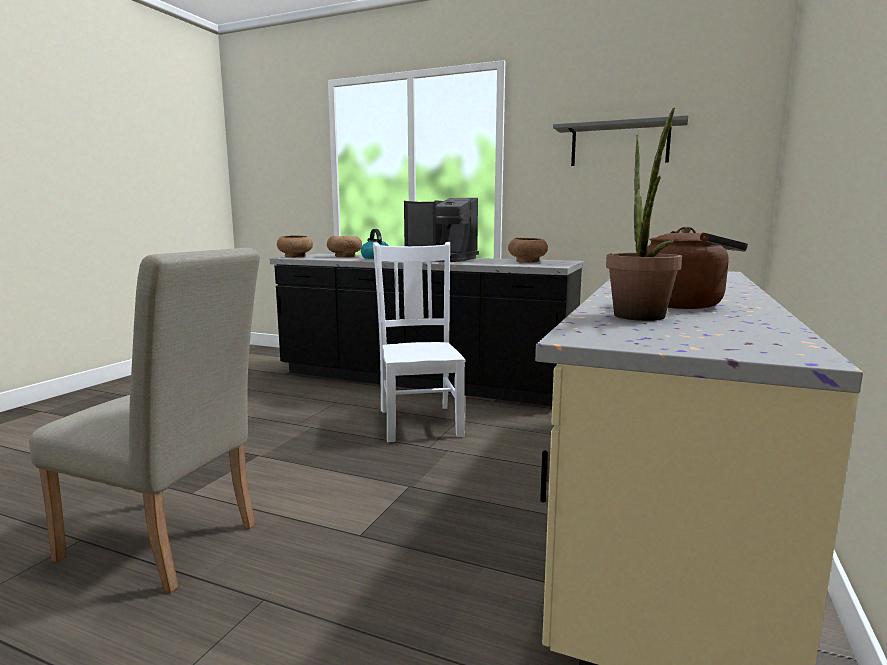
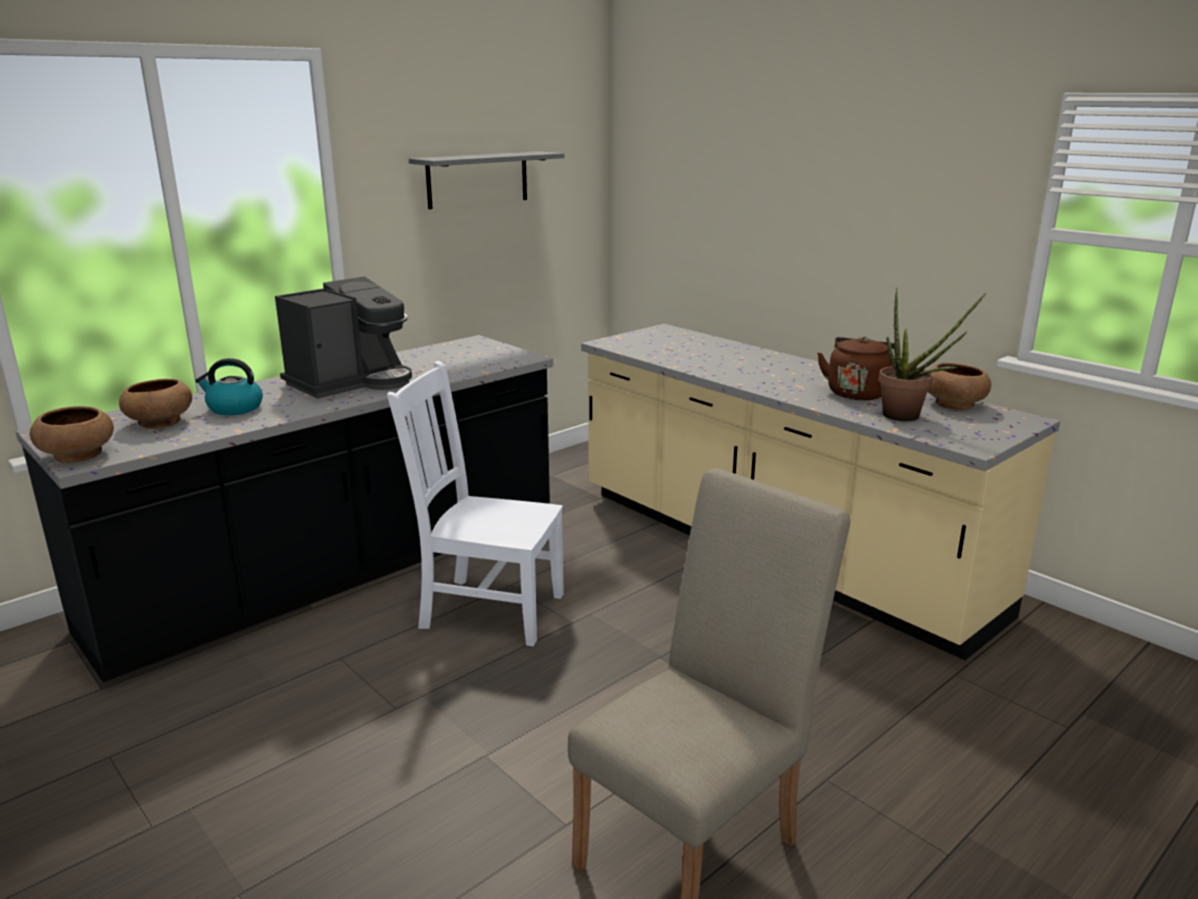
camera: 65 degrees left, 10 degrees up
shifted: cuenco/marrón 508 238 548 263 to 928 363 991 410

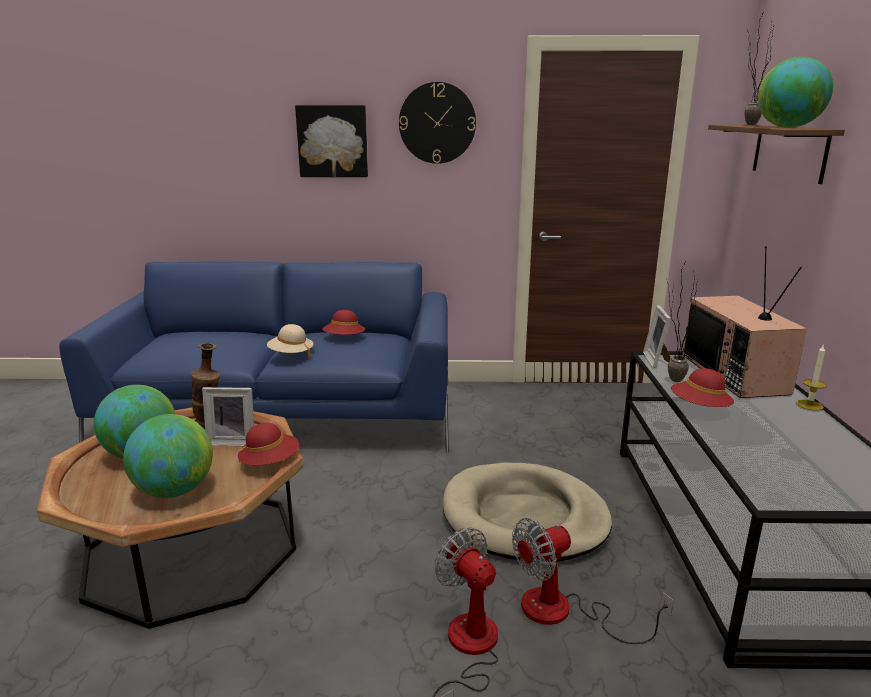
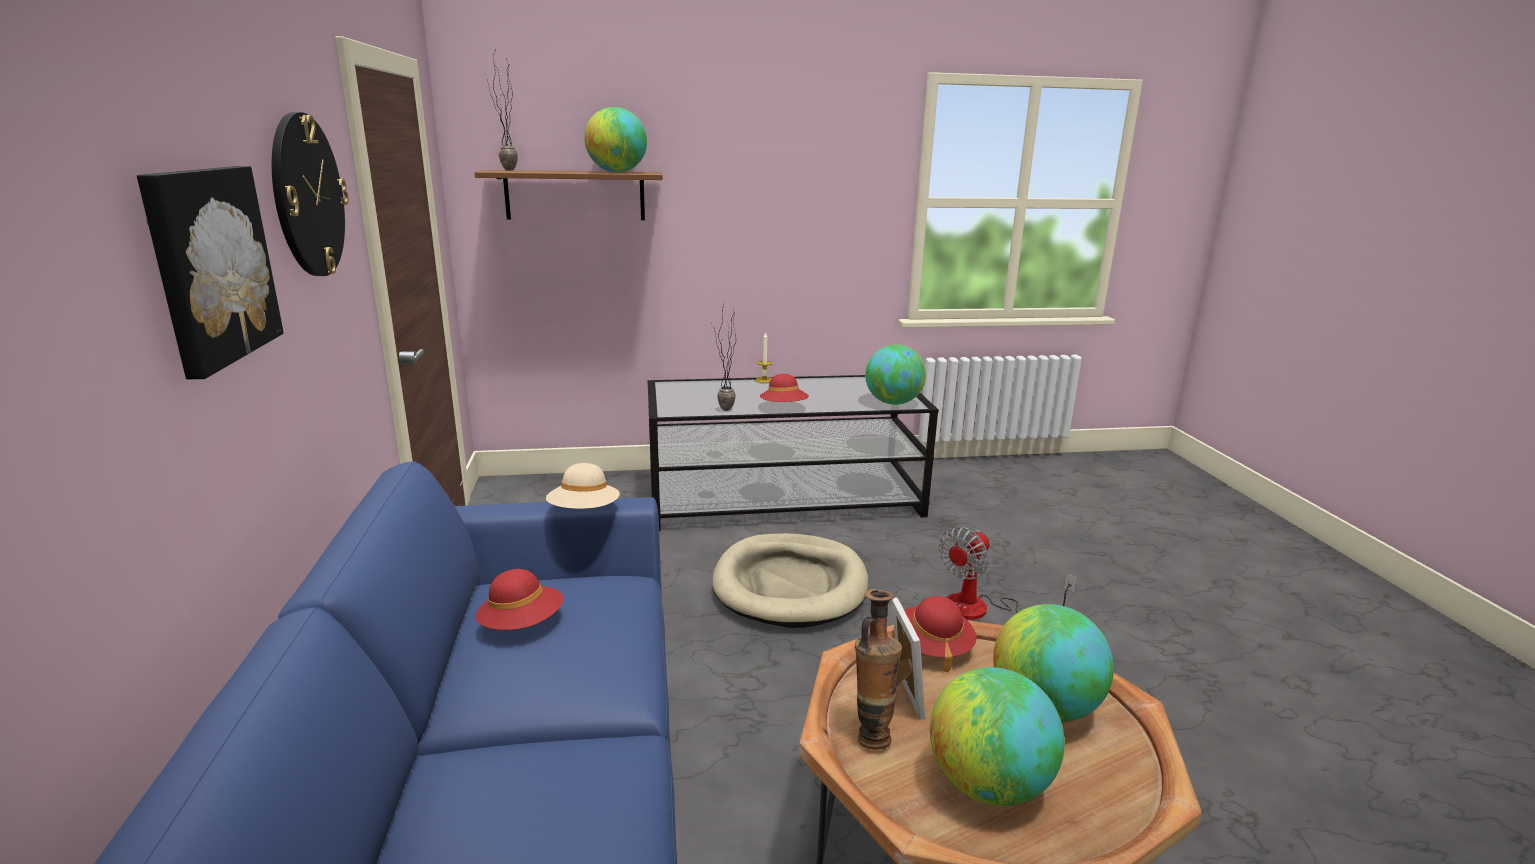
camera: 100 degrees left, 0 degrees up
gone: televisor 683 246 807 398; portarretratos 643 305 671 368; ventilador 512 518 674 644
new: globo terráqueo 865 344 926 405
shifted: sombrero/beis 267 324 314 358 to 546 463 620 509

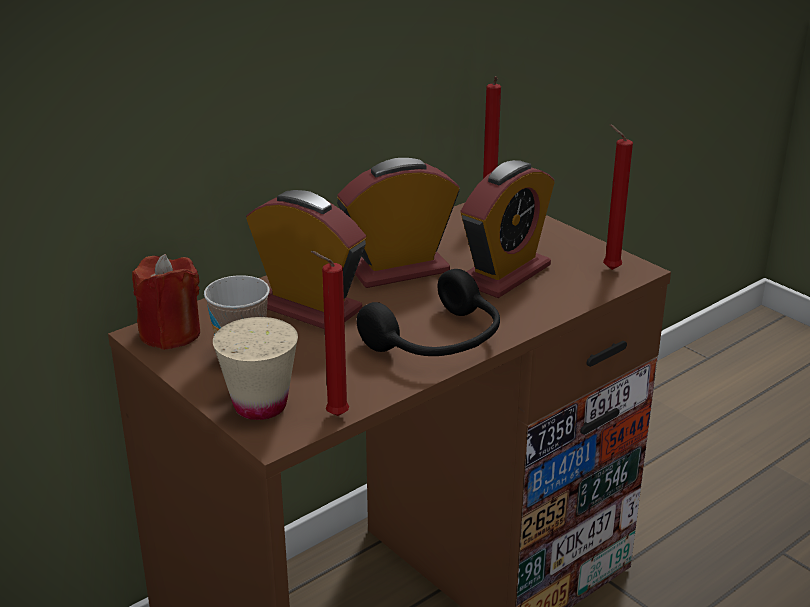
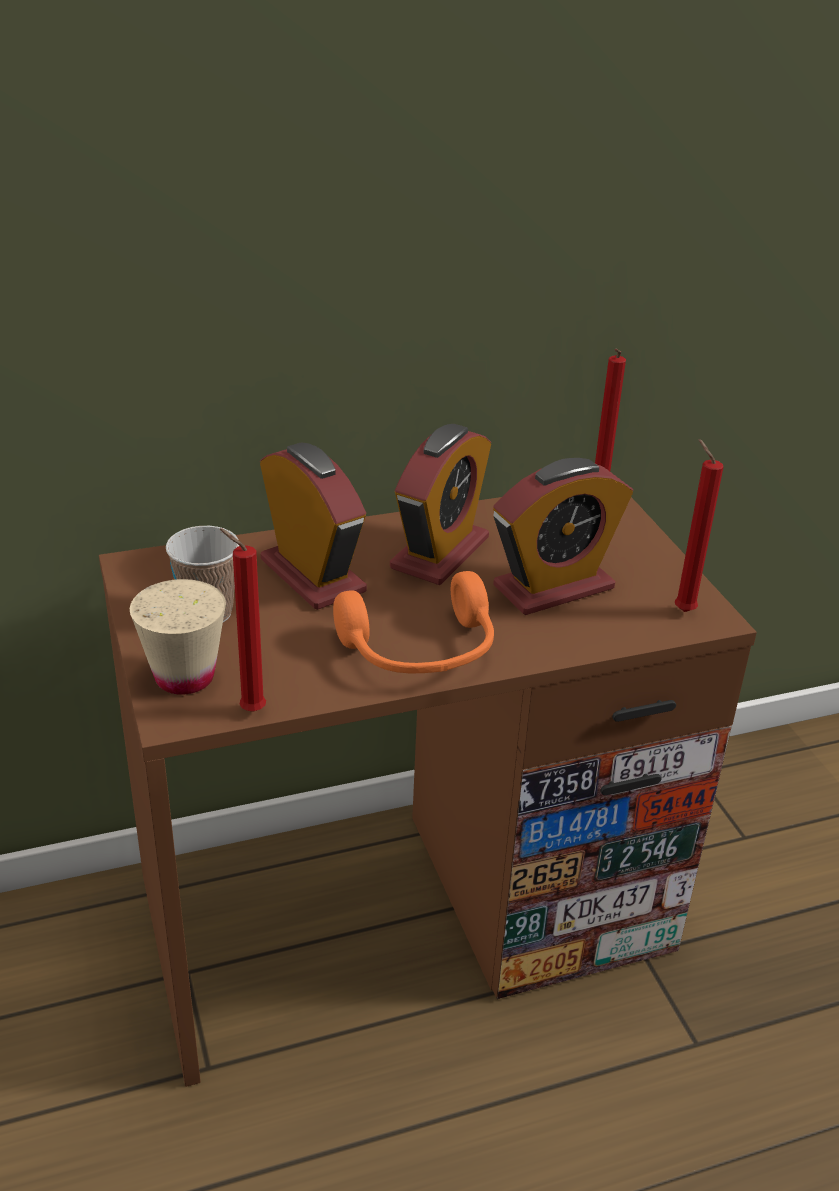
camera: 20 degrees right, 5 degrees up
gone: vela/rojo 132 254 200 350
repainted: auriculares/negro 357 269 500 356 to auriculares/naranja 333 571 494 673
rotated: despertador 337 158 460 288 = 390 424 491 585 120 degrees clockwise

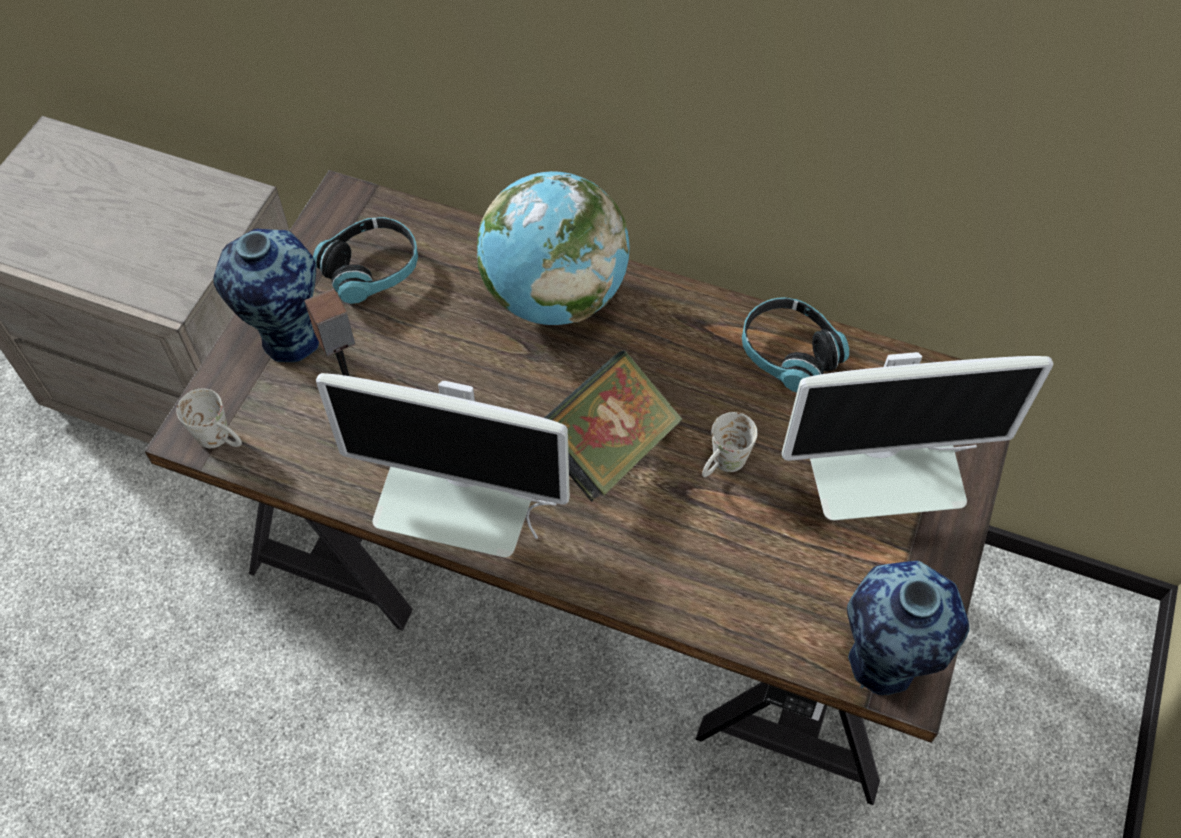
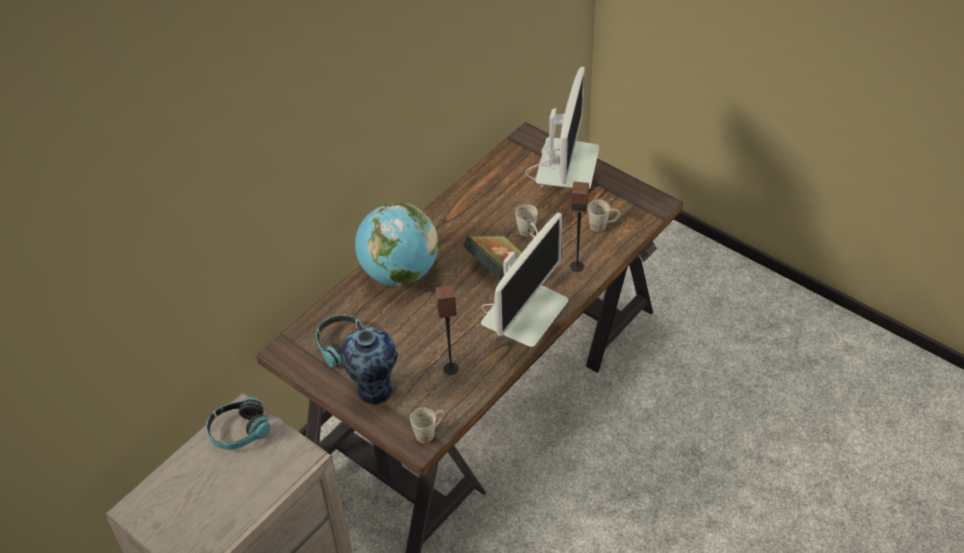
camera: 70 degrees left, 10 degrees down
gone: florero 847 561 969 695
new: altavoz 570 181 589 272; taza grande/blanco 588 200 621 232
shifted: auriculares 742 297 849 392 to 206 397 271 450

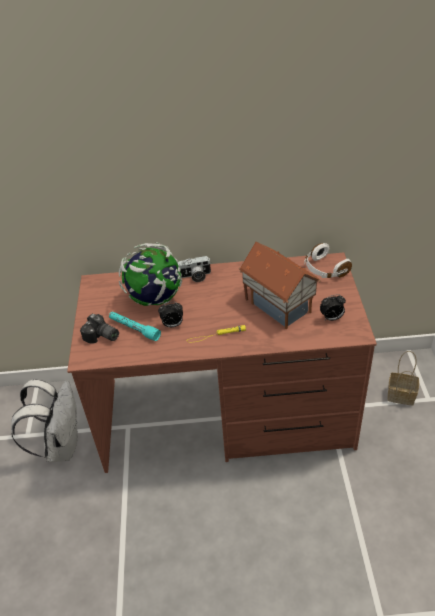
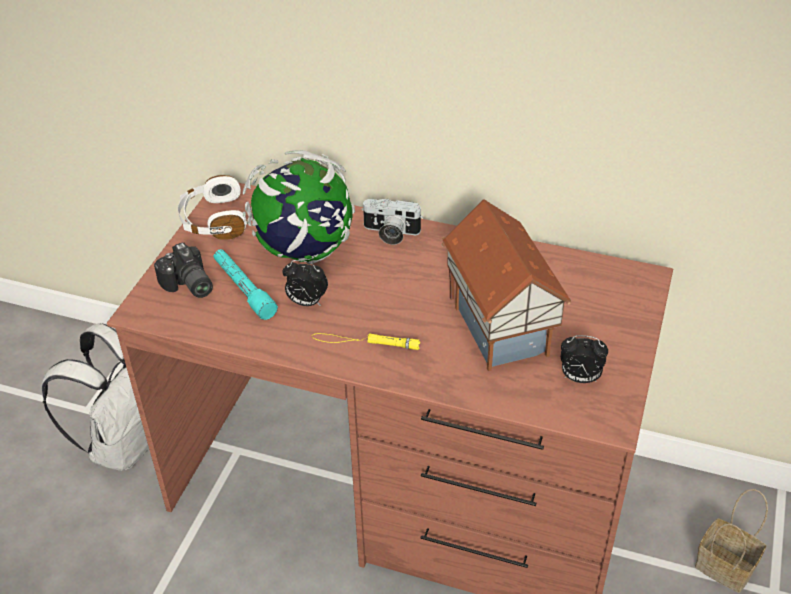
camera: 20 degrees right, 0 degrees up
shifted: auriculares/blanco 304 243 352 278 to 178 175 246 240

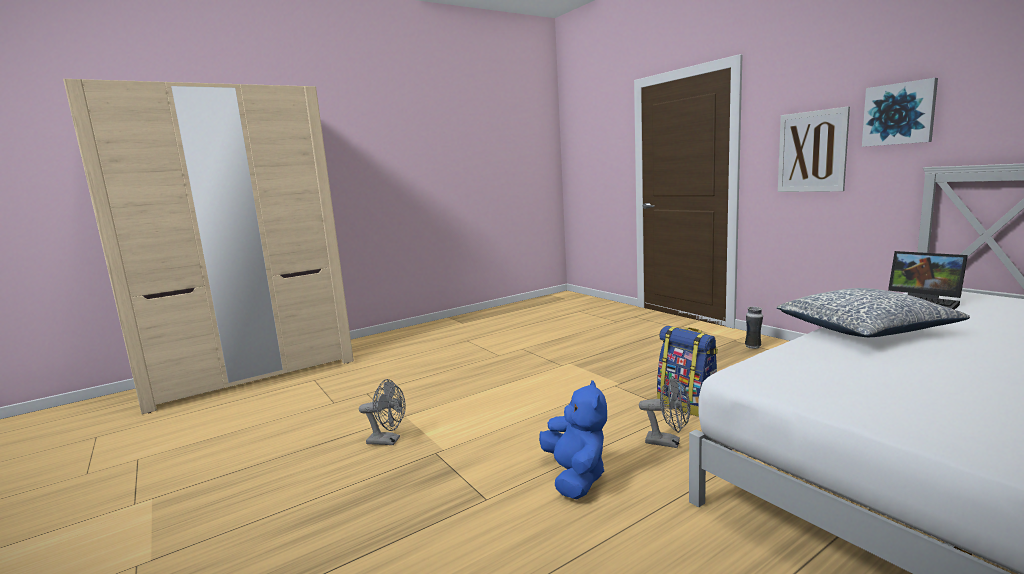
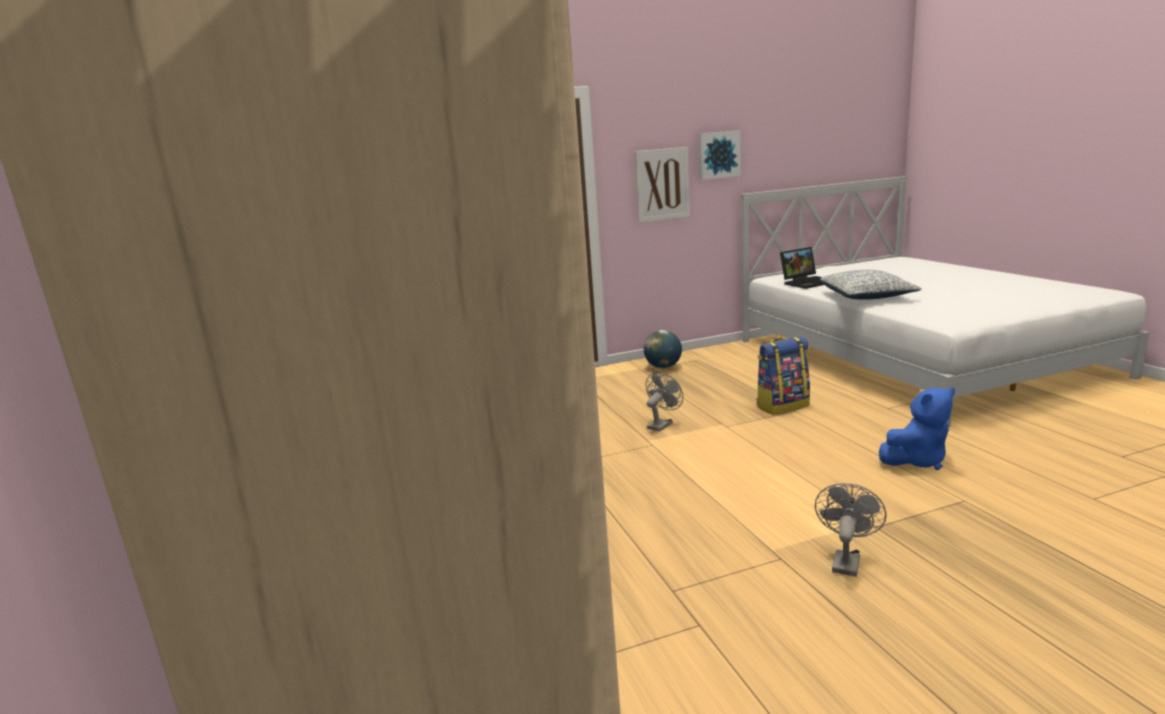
camera: 75 degrees left, 5 degrees up
shifted: ventilador/gris 639 376 690 448 to 645 372 683 432
swapped: florero 745 306 763 349 to globo terráqueo 644 330 682 368
rotated: peluche/azul 539 380 607 499 = 879 388 955 470 150 degrees clockwise

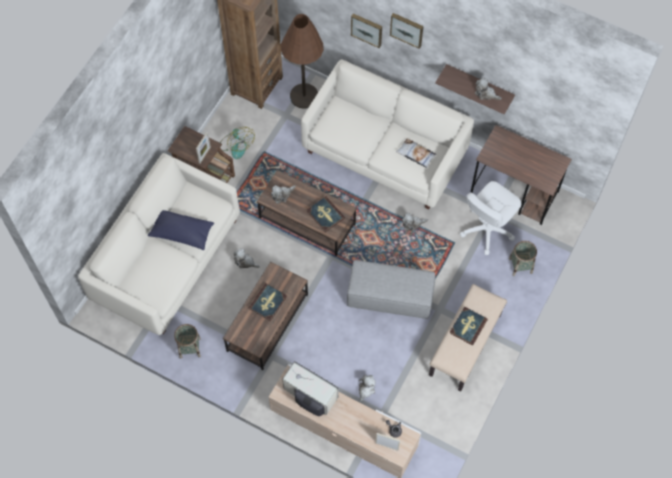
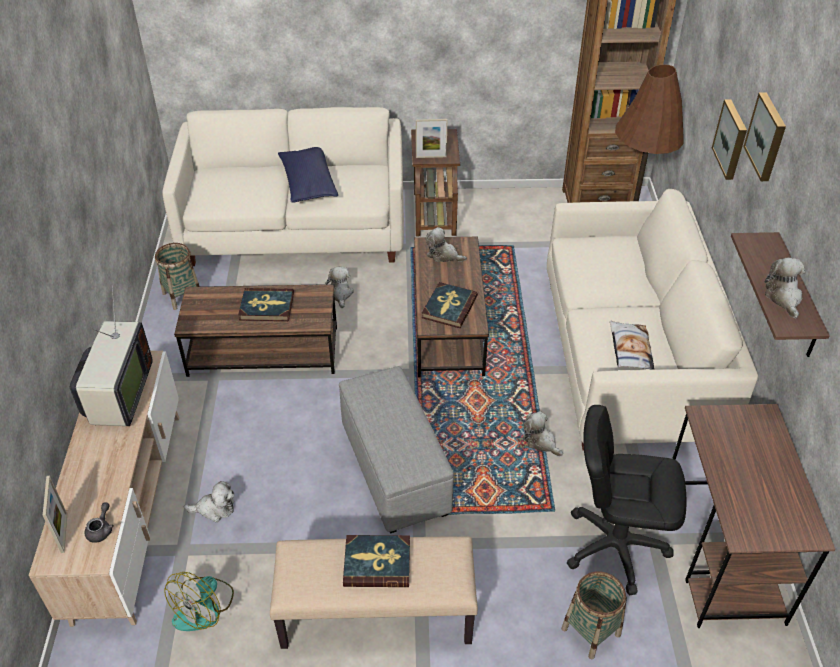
camera: 60 degrees right, 20 degrees down
shifted: ventilador 220 127 255 159 to 164 572 234 631
repainted: silla de oficina/blanco 460 181 521 255 to silla de oficina/negro 567 405 686 595

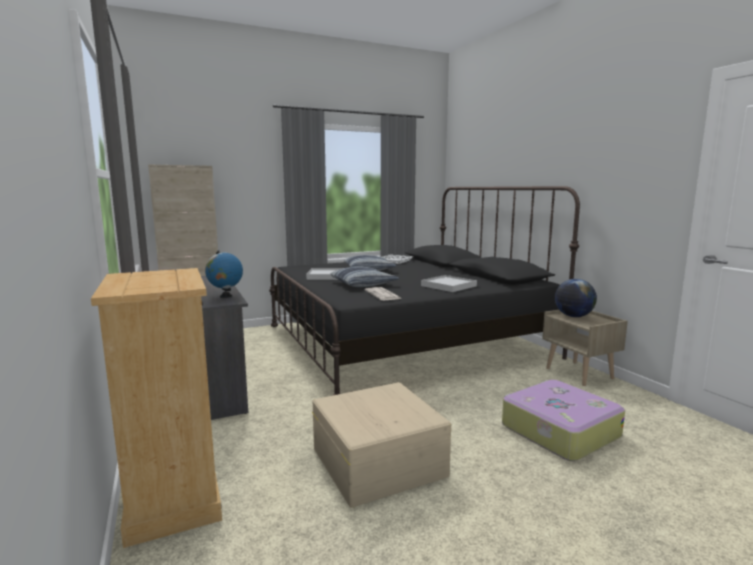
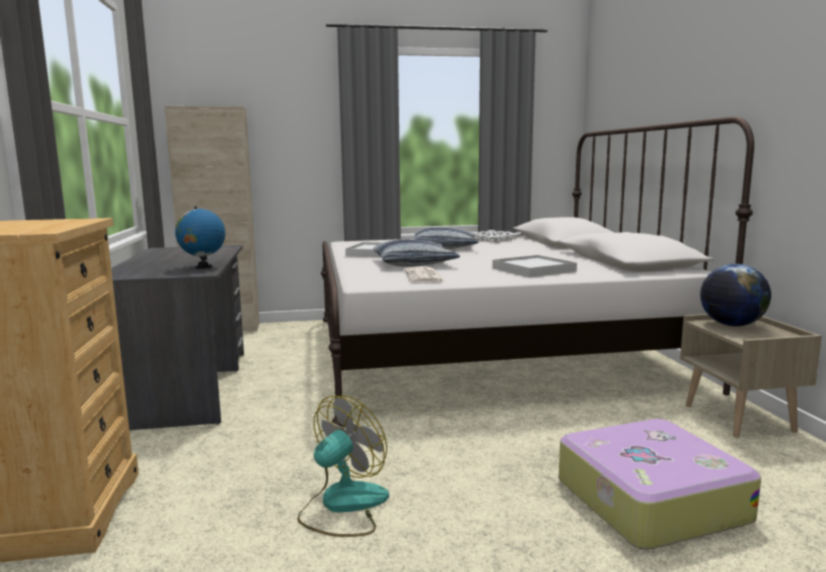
camera: 15 degrees right, 0 degrees up
swapped: caja de almacenaje/beis 312 382 451 508 to ventilador 297 396 389 537
repainted: cama/negro 269 186 580 395 to cama/blanco 321 116 754 427

